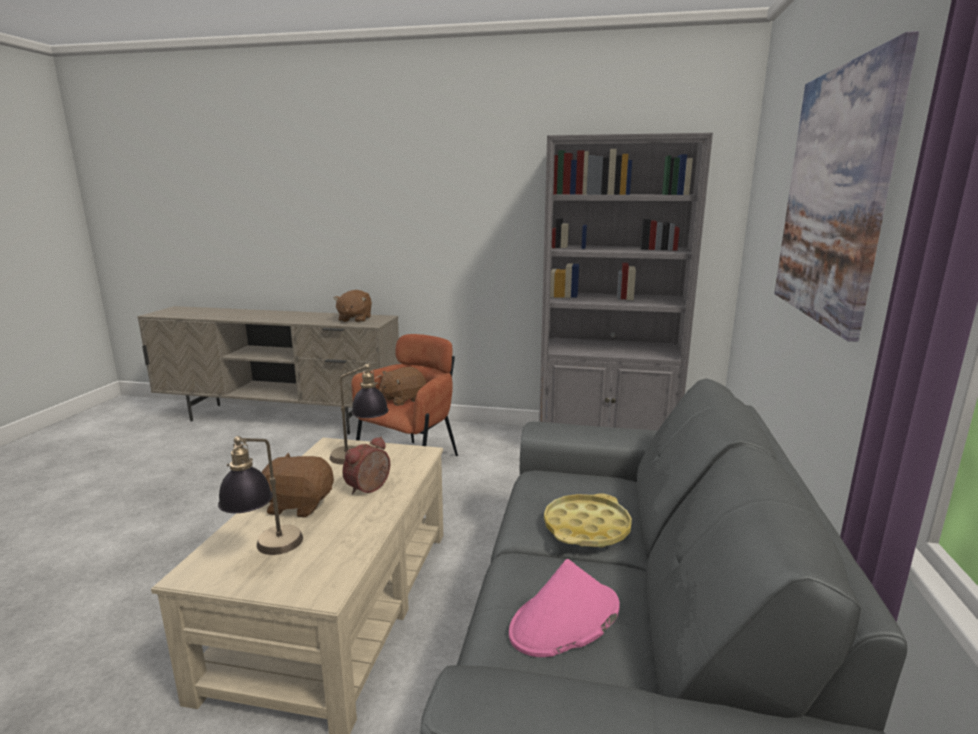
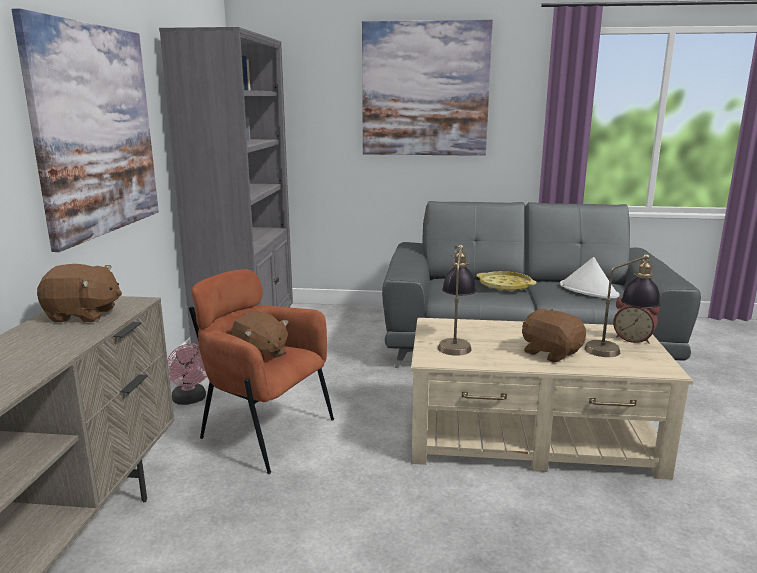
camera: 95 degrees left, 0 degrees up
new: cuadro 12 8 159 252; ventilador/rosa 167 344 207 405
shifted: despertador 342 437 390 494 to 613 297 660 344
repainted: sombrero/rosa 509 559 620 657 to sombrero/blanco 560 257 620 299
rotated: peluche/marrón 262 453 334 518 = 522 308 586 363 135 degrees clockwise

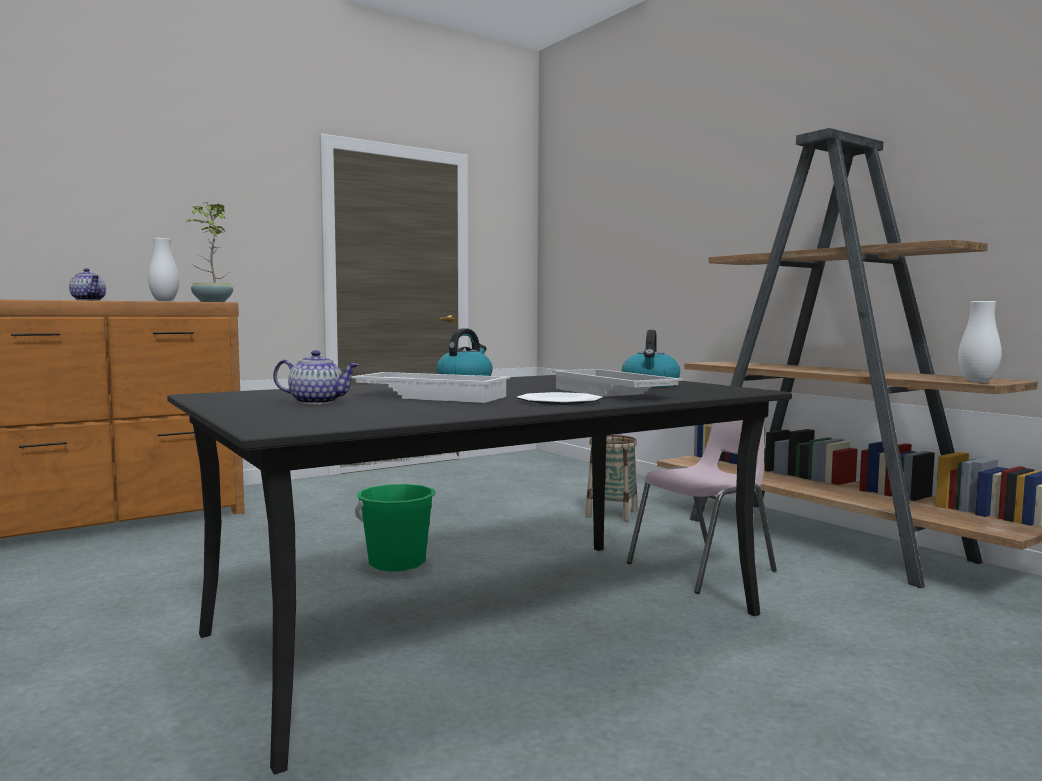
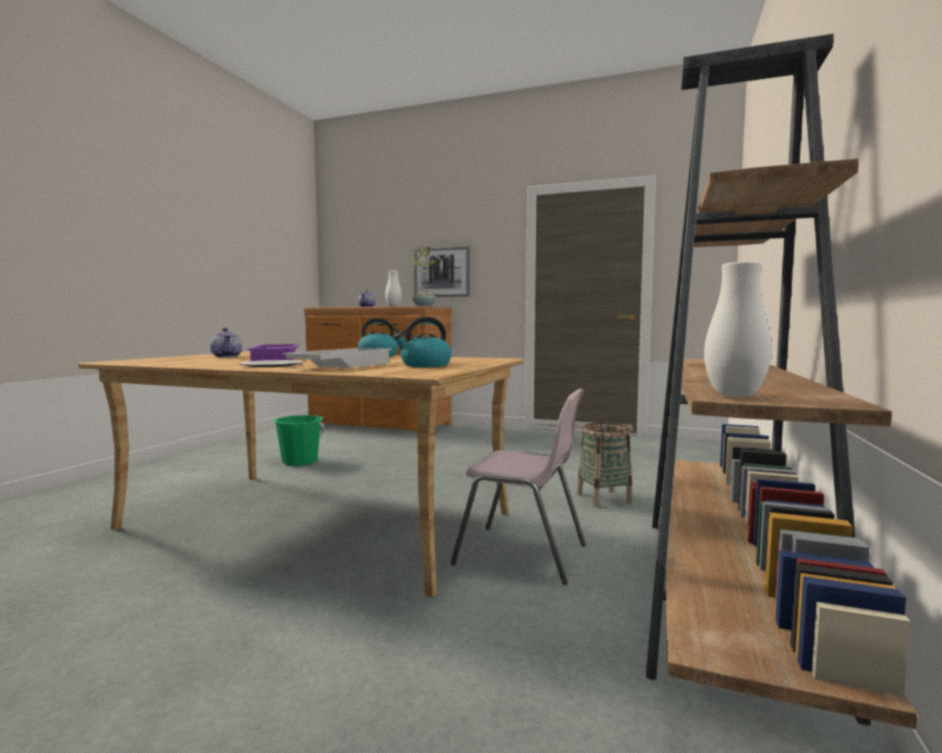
camera: 55 degrees right, 0 degrees up
new: cuadro 413 245 470 297
shifted: cubo/verde 355 484 435 572 to 274 415 324 466
repainted: bandeja/blanco 352 372 510 403 to bandeja/morado 247 344 299 361; mesa de comedor/negro 167 375 792 774 to mesa de comedor/beis 79 352 524 597

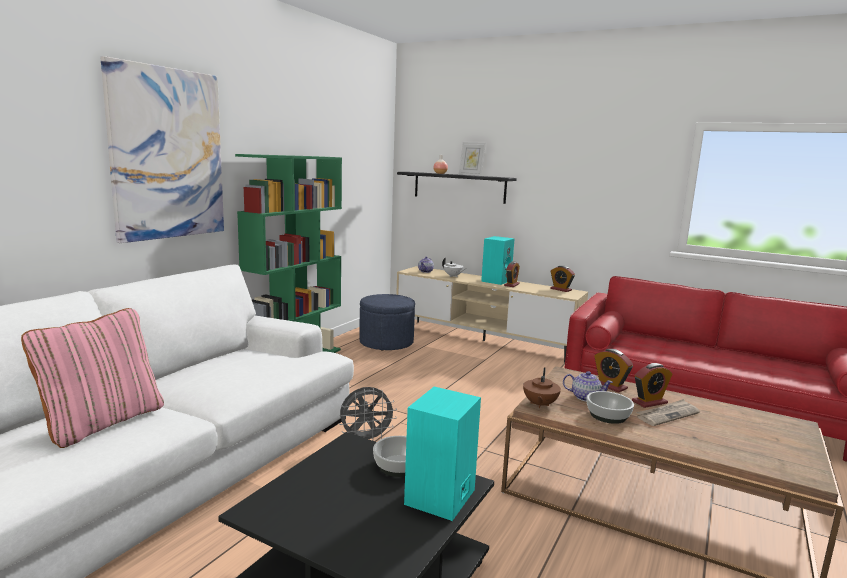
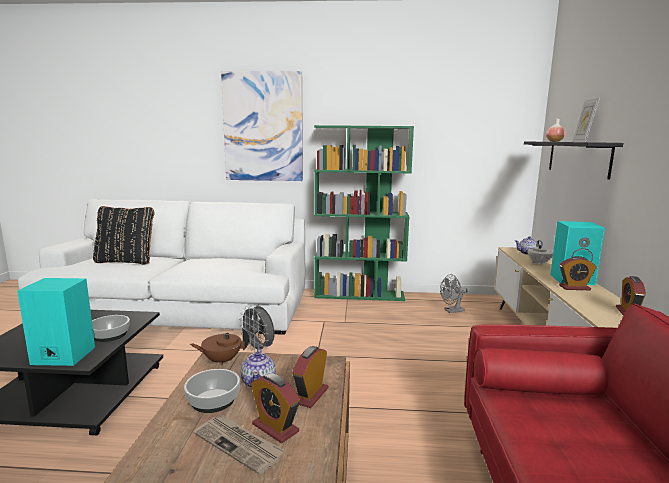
camera: 65 degrees right, 0 degrees up
swapped: puf/azul 359 294 415 350 to ventilador/gris 440 274 467 313
repainted: cojín/rosa 21 308 164 448 to cojín/negro 93 206 155 264

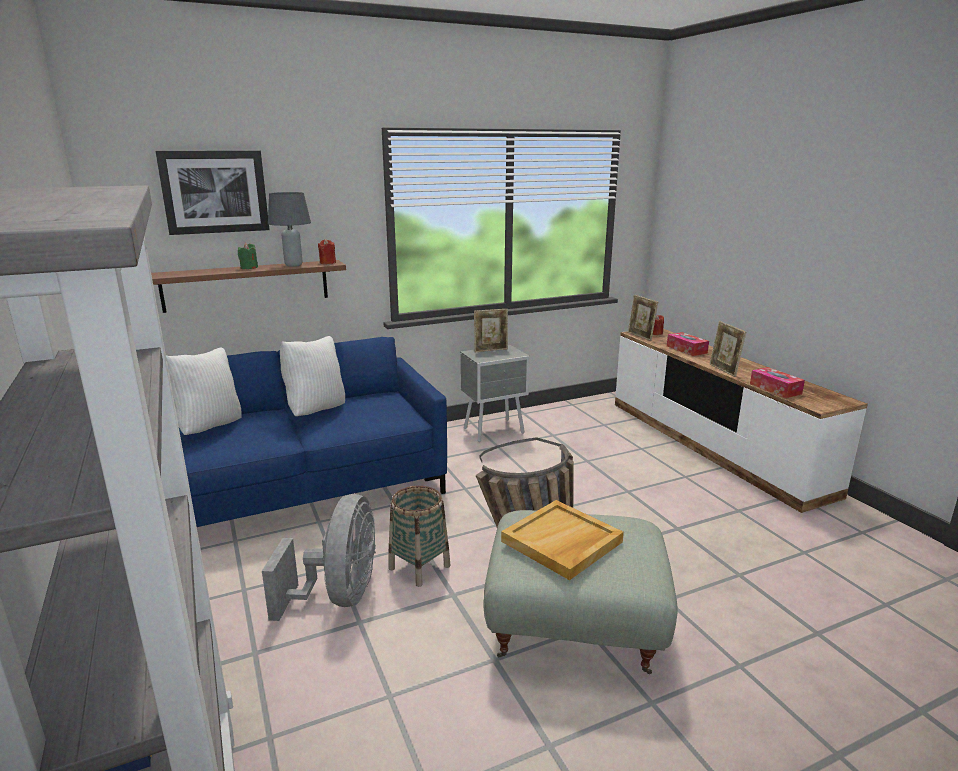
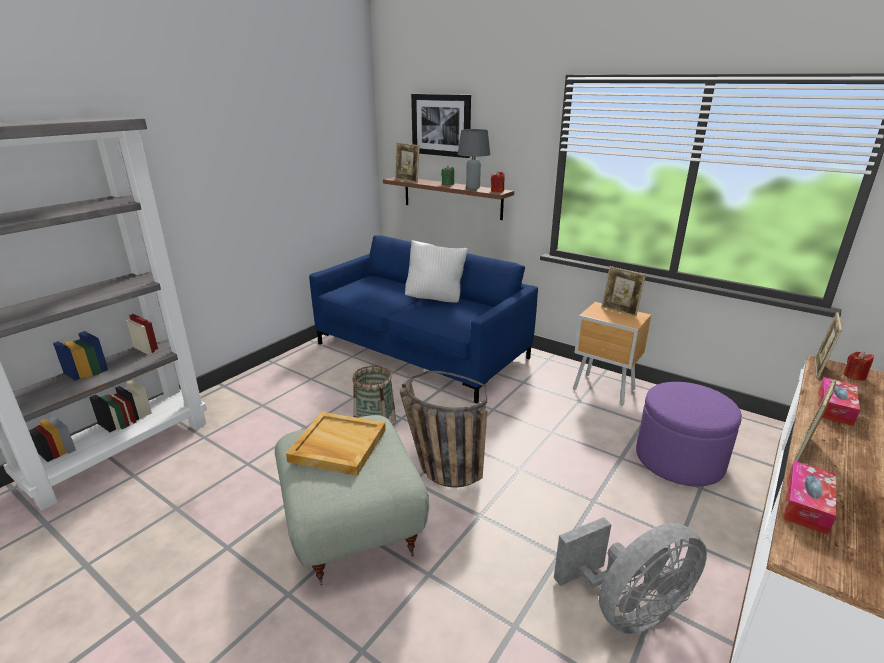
camera: 60 degrees right, 5 degrees up
gone: cojín/blanco 166 347 242 435
new: portarretratos 395 142 420 183; puf/morado 636 382 742 487
shifted: ventilador/gris 262 494 376 621 to 554 517 707 634
repainted: mesita de noche/gris 460 345 530 442 to mesita de noche/marrón 573 302 651 406

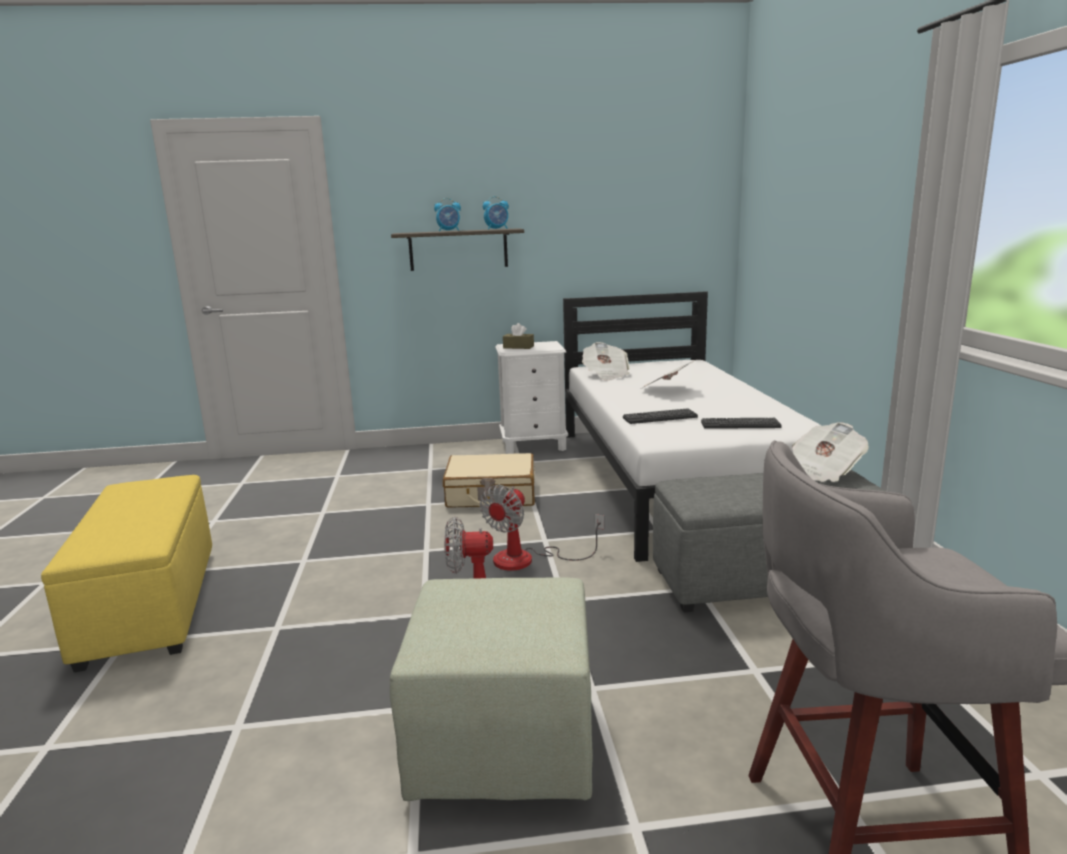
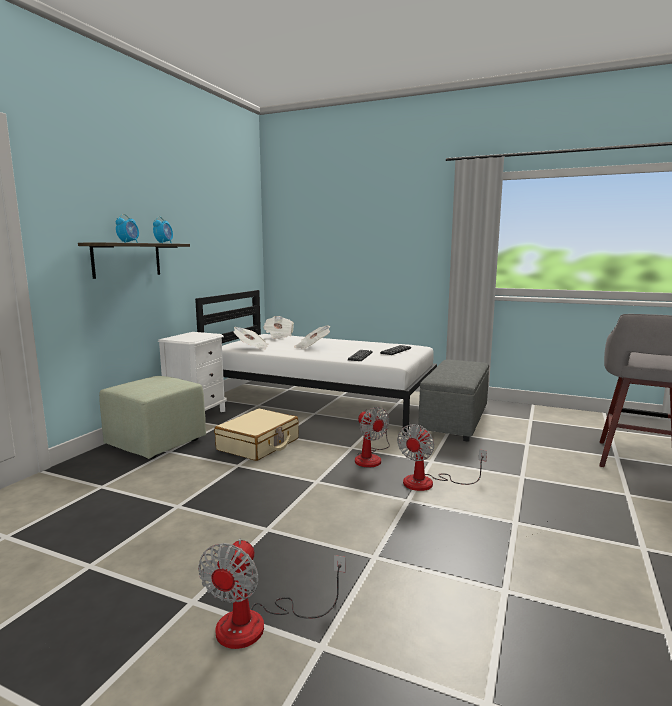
camera: 60 degrees left, 5 degrees down
gone: caja de pañuelos/marrón 503 323 534 349
shifted: periódico 792 422 869 482 to 263 316 294 339; puf/verde 390 578 593 801 to 99 376 206 459
swapped: puf/amarillo 41 475 212 672 to ventilador 198 539 346 649

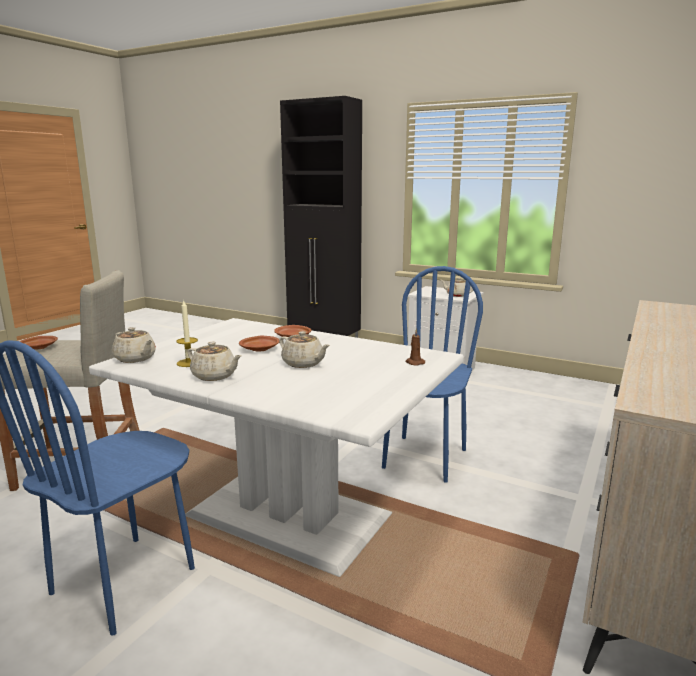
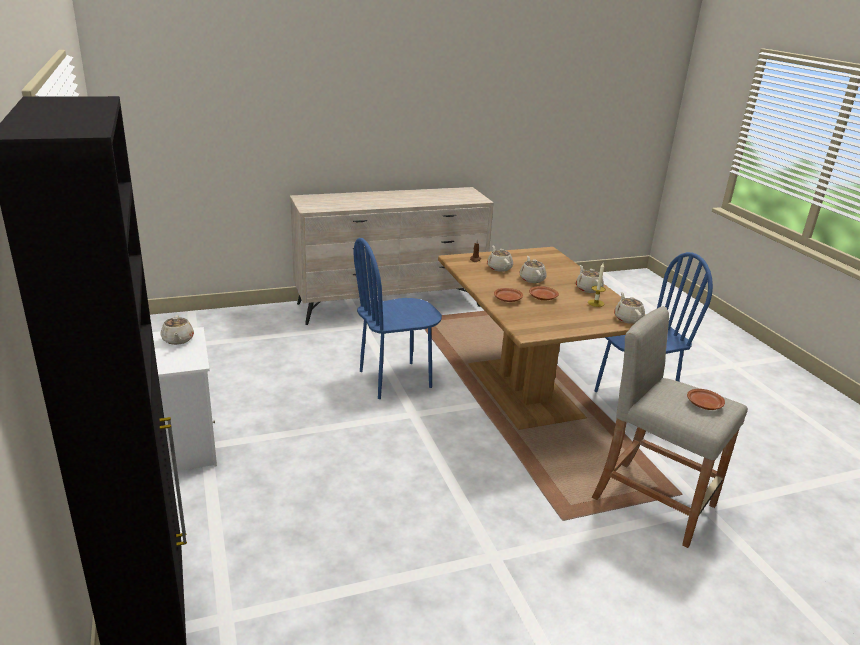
camera: 140 degrees left, 10 degrees up
new: tetera/beis 487 246 513 272
repainted: mesa de comedor/blanco 89 318 464 577 to mesa de comedor/marrón 438 247 635 430

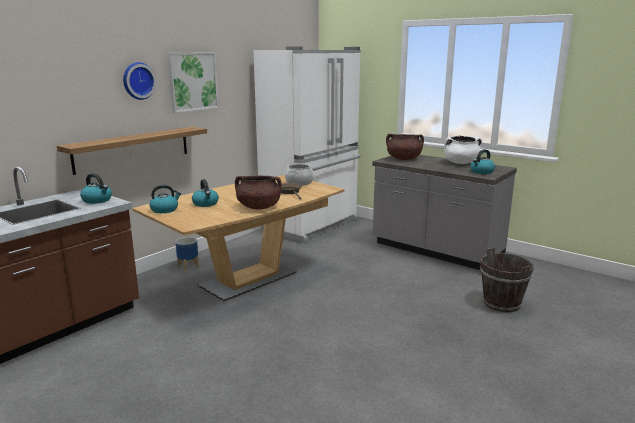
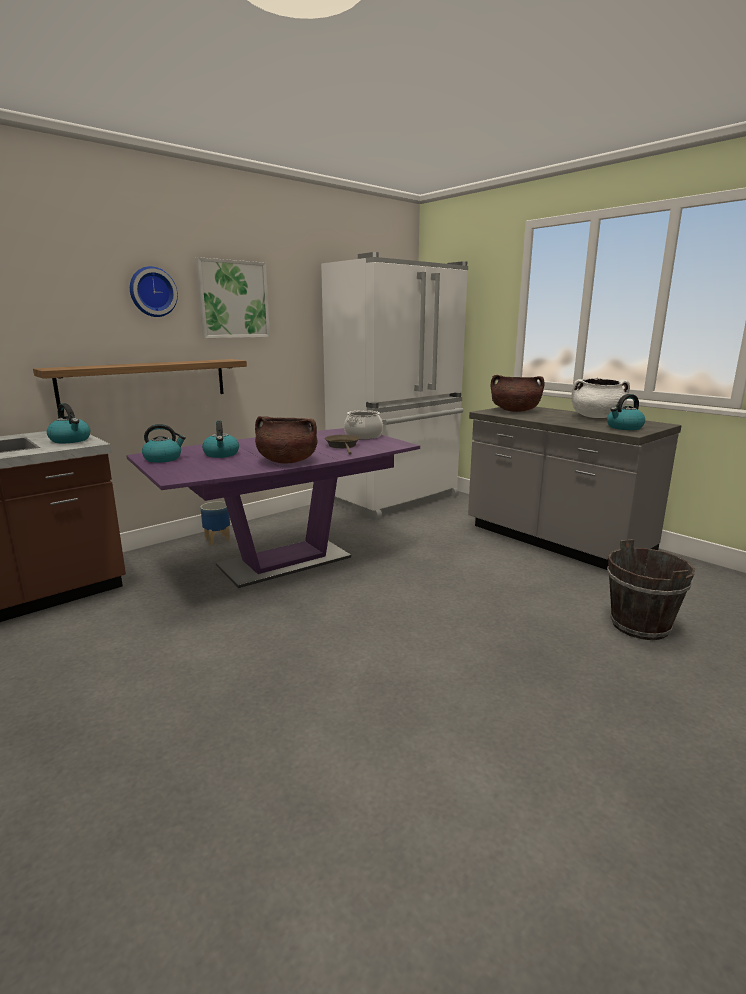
camera: 10 degrees right, 0 degrees up
repainted: mesa de comedor/marrón 132 175 344 301 to mesa de comedor/morado 126 428 420 588

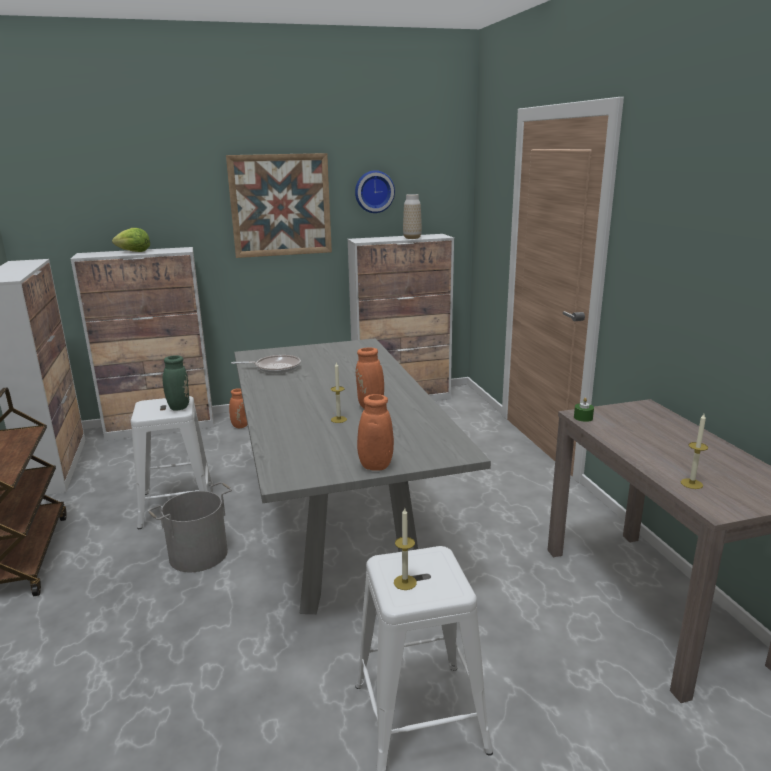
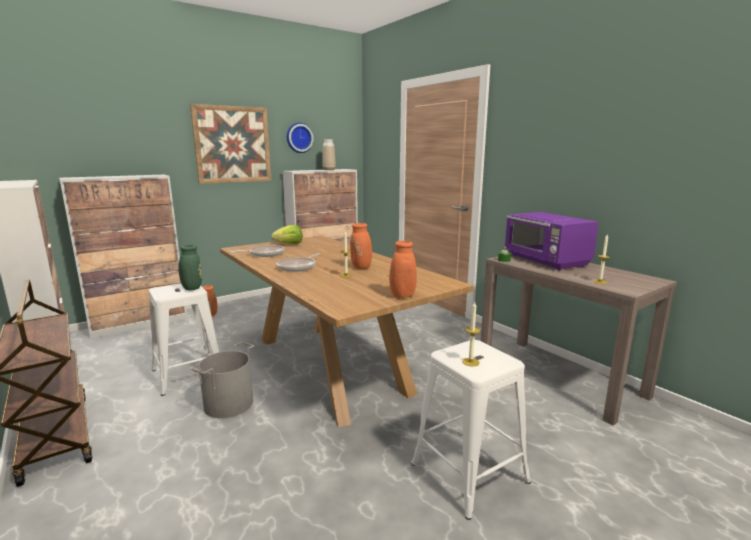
camera: 20 degrees left, 5 degrees down
new: microondas/morado 505 212 599 270; sartén 276 253 321 272
shifted: lechuga 112 228 150 252 to 271 225 302 244
repainted: mesa de comedor/gris 234 338 491 614 to mesa de comedor/marrón 220 236 473 428

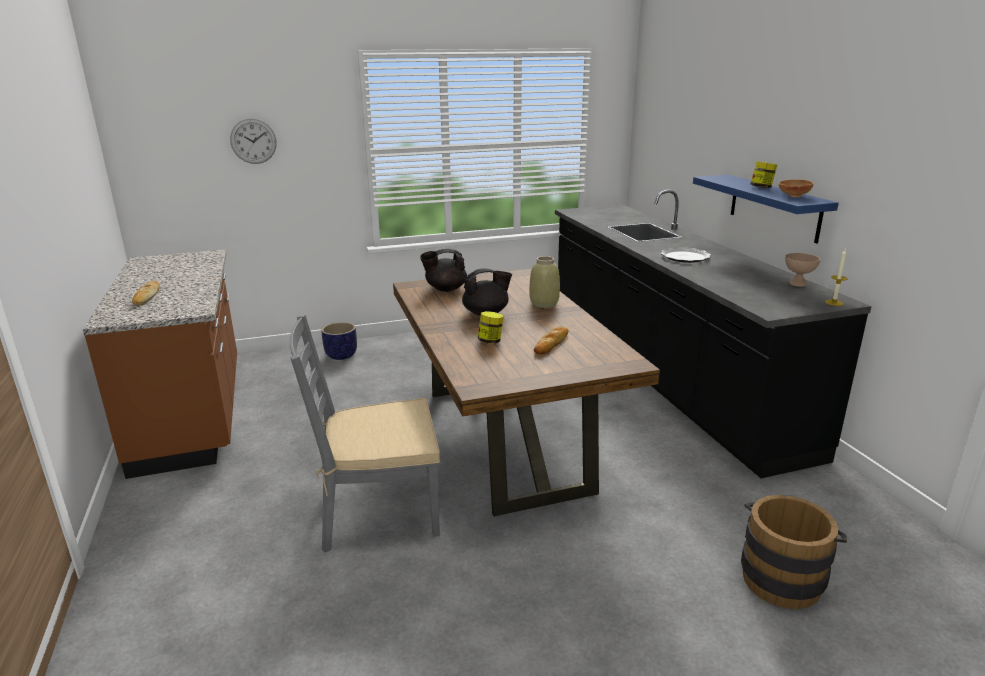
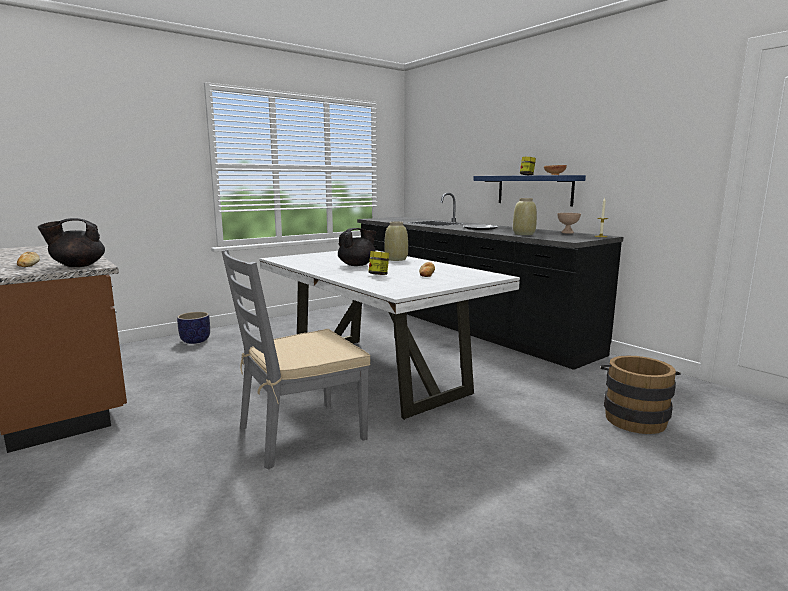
camera: 20 degrees left, 10 degrees down
gone: reloj de pared 230 119 276 164
new: florero/beis 513 198 537 235
shifted: tetera/negro 420 249 467 292 to 38 218 105 267
repainted: mesa de comedor/marrón 393 269 660 517 to mesa de comedor/blanco 259 250 520 420

